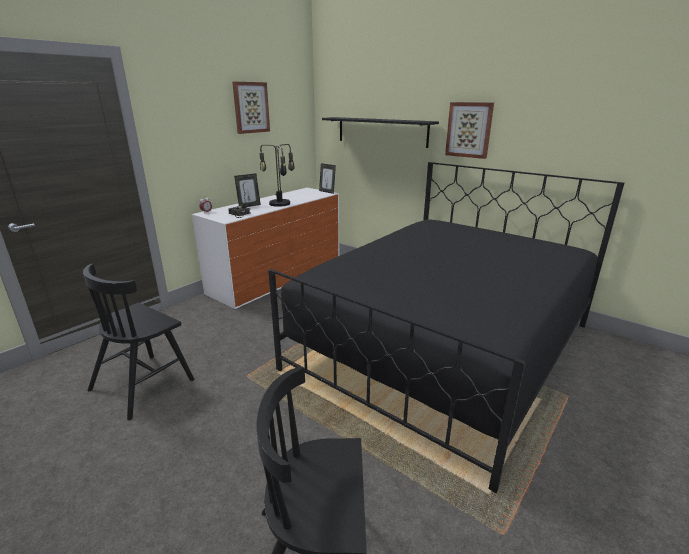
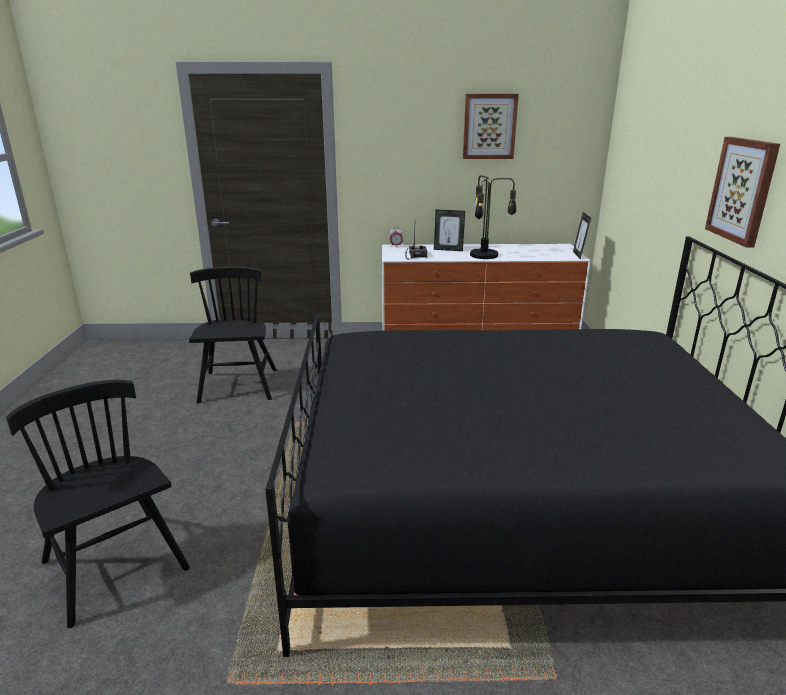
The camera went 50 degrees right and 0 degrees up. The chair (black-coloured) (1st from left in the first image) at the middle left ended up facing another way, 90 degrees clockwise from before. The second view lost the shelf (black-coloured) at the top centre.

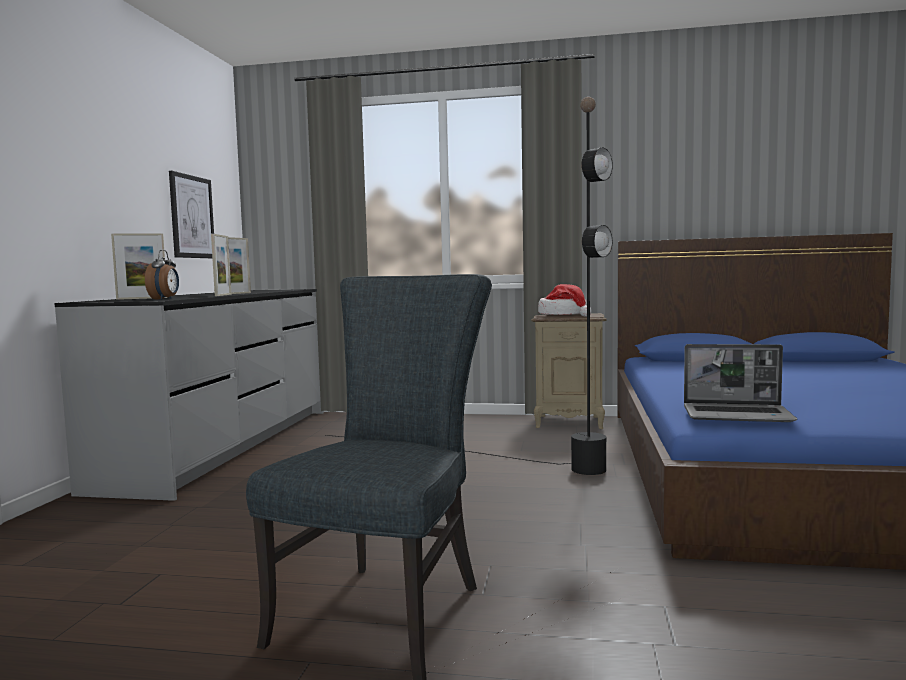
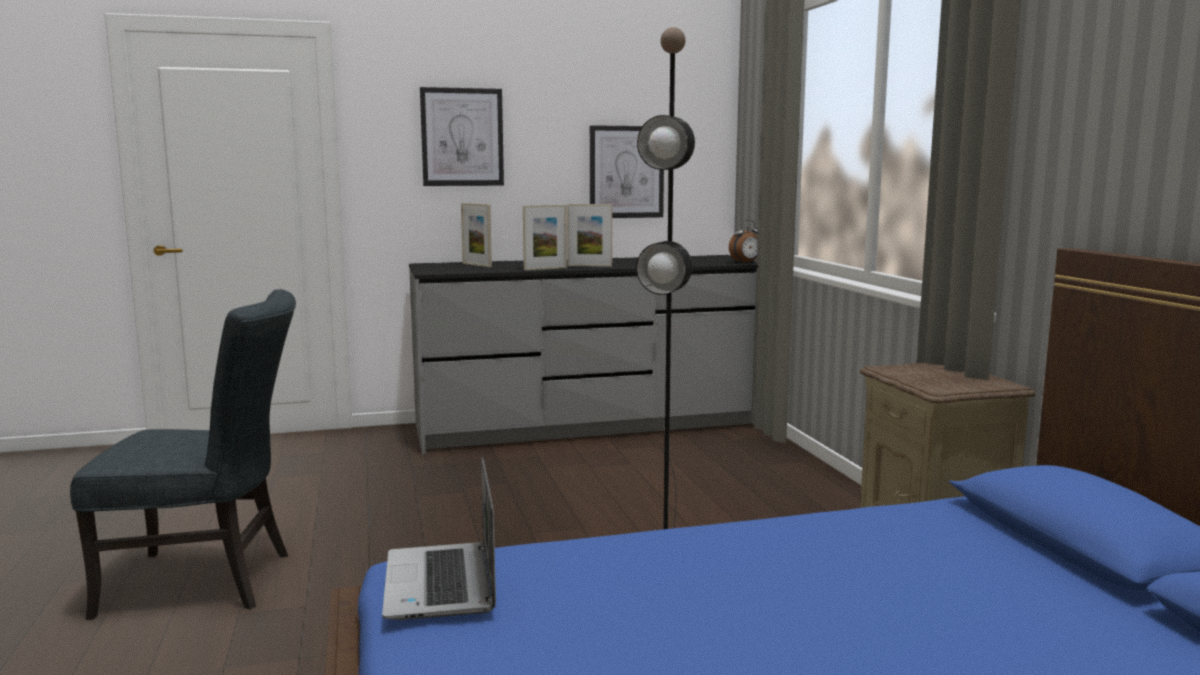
The camera went 65 degrees right and 5 degrees up. The second view gained the wall picture (1st from left) at the top centre. The table clock ended up elsewhere, having gone from the middle left to the centre. The second view lost the clothing hat at the centre.

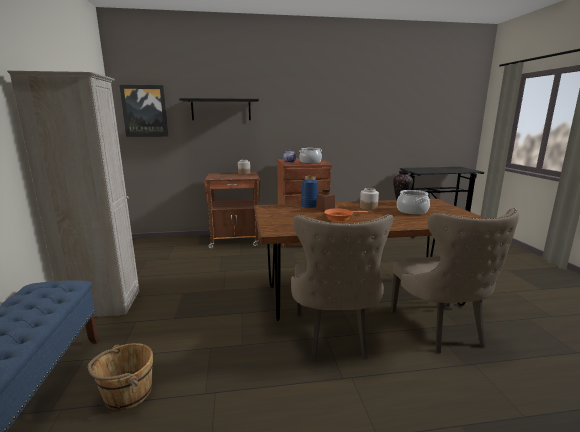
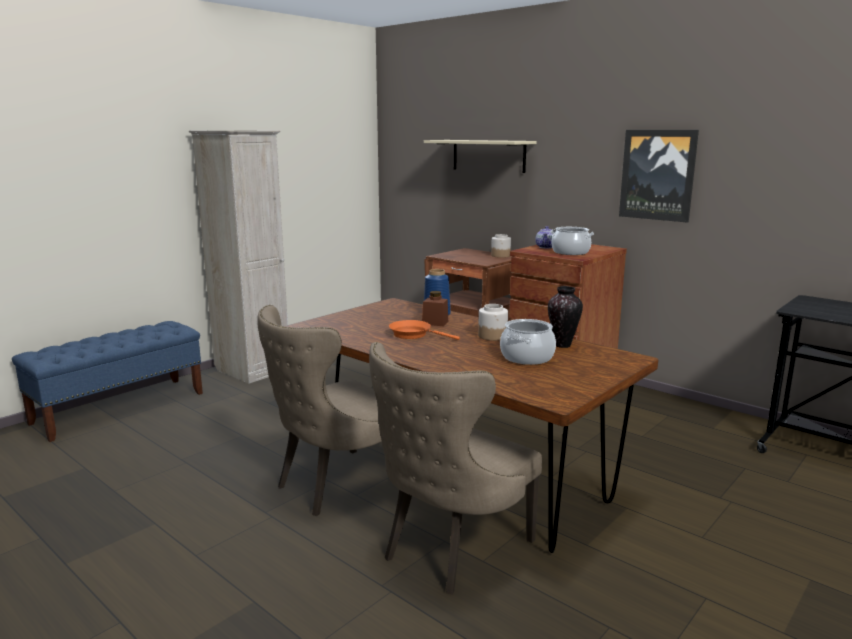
The camera went 50 degrees right and 0 degrees up. What was the shelf (black-coloured) at the top centre turned into the shelf (beige) at the top centre. The wall picture ended up elsewhere, having gone from the top left to the top right. The second view lost the pail (brown-coloured) at the bottom left.

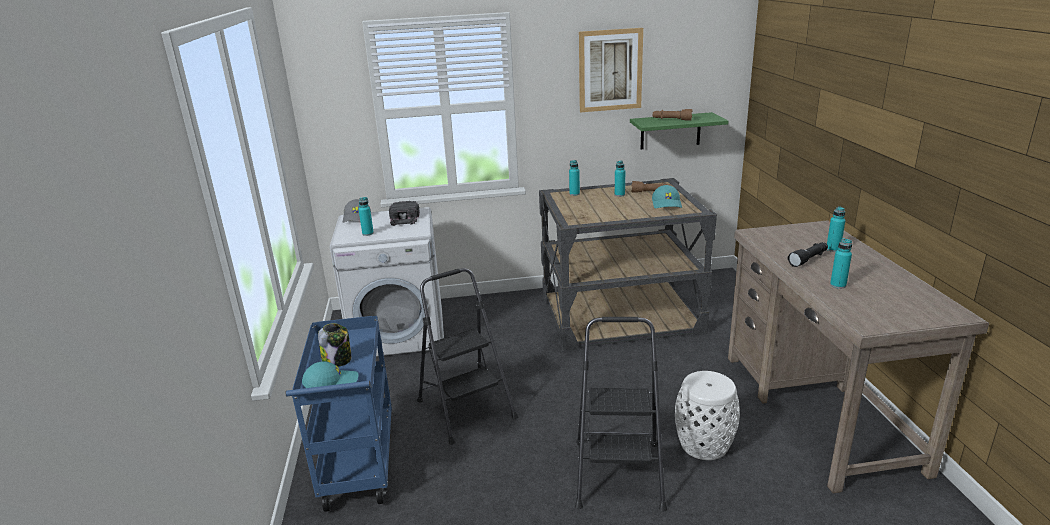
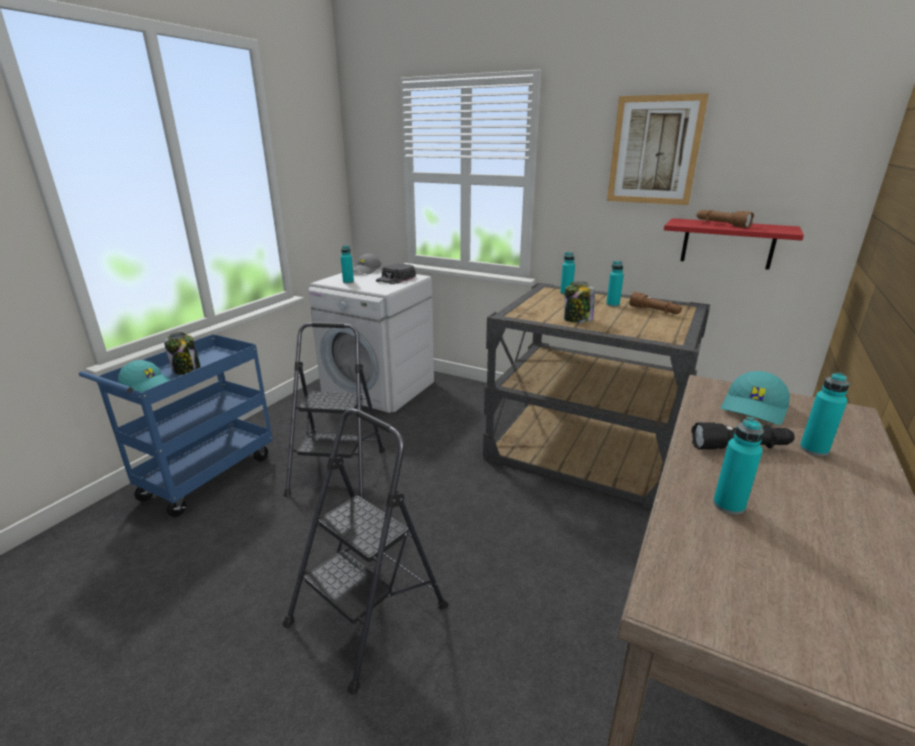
The camera went 35 degrees right and 0 degrees up. The second view gained the preserve jar (2nd from left) at the centre. What was the shelf (greenish) at the top centre turned into the shelf (red-coloured) at the top right. The peaked cap (turquoise-coloured) (2nd from left) ended up elsewhere, having gone from the centre to the middle right. The second view lost the sitting stool (white-coloured) at the bottom right.

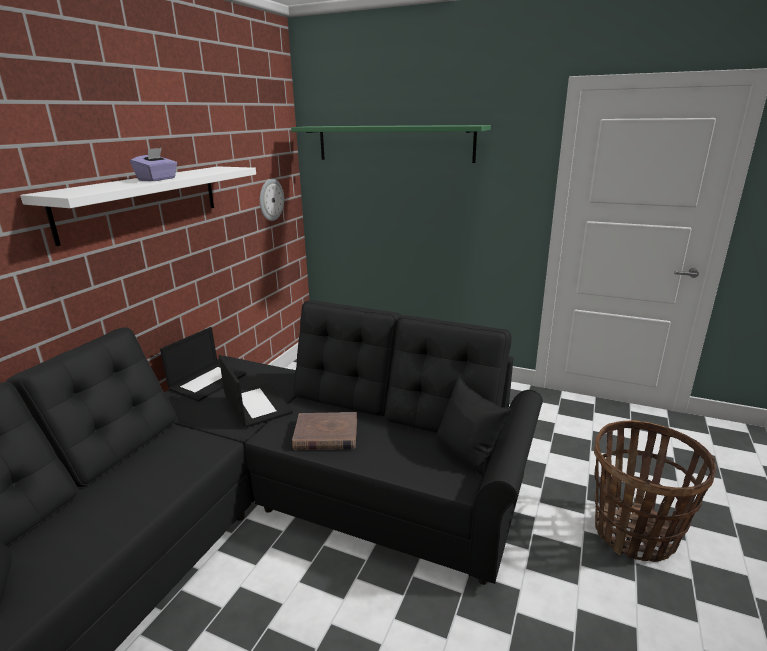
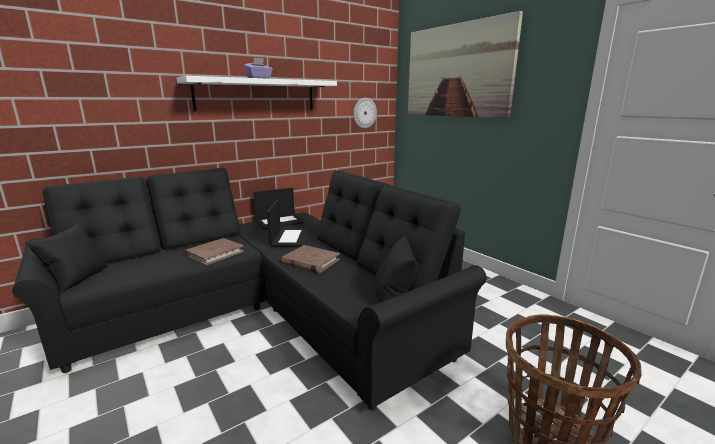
The camera went 30 degrees right and 5 degrees down. The second view gained the volume (brown-coloured) (1st from left) at the middle left. Where the shelf (greenish) hung at the top centre, the wall picture came to hang at the top centre.

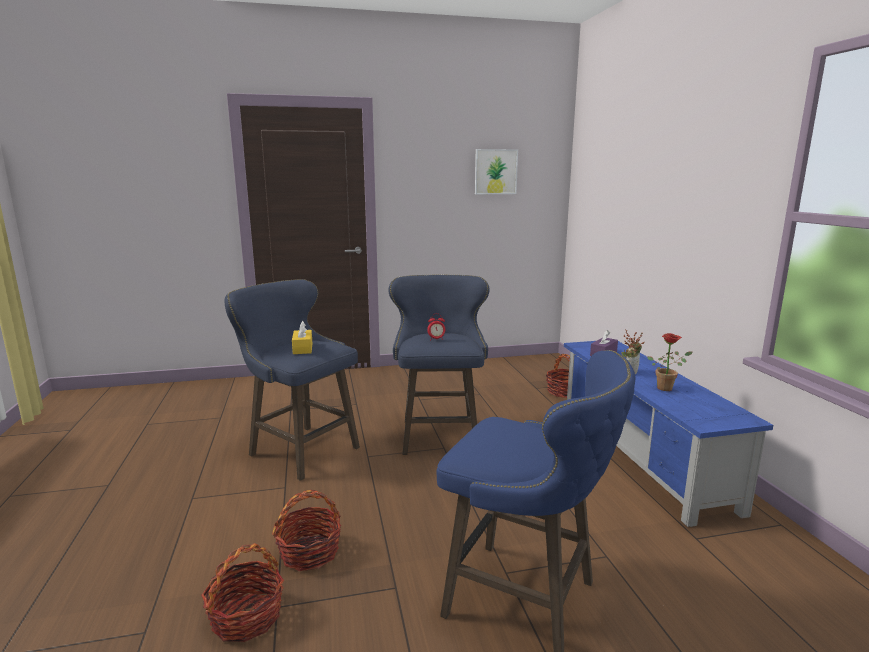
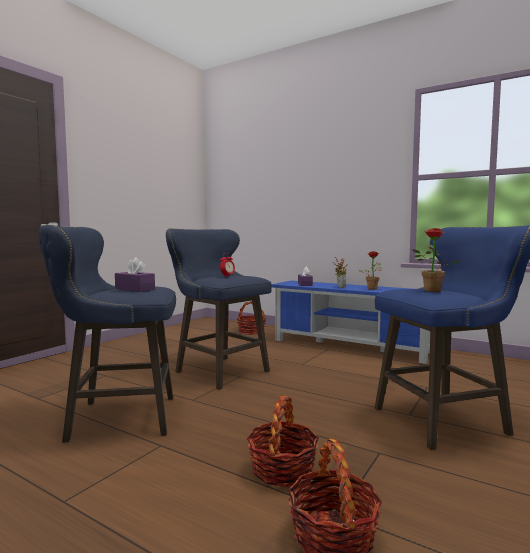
The camera went 45 degrees left and 10 degrees down. What was the tissue holder (yellow) at the centre turned into the tissue holder (purple-coloured) (1st from left) at the middle left. The second view gained the potted plant (3rd from left) at the middle right. The second view lost the wall picture at the top centre.

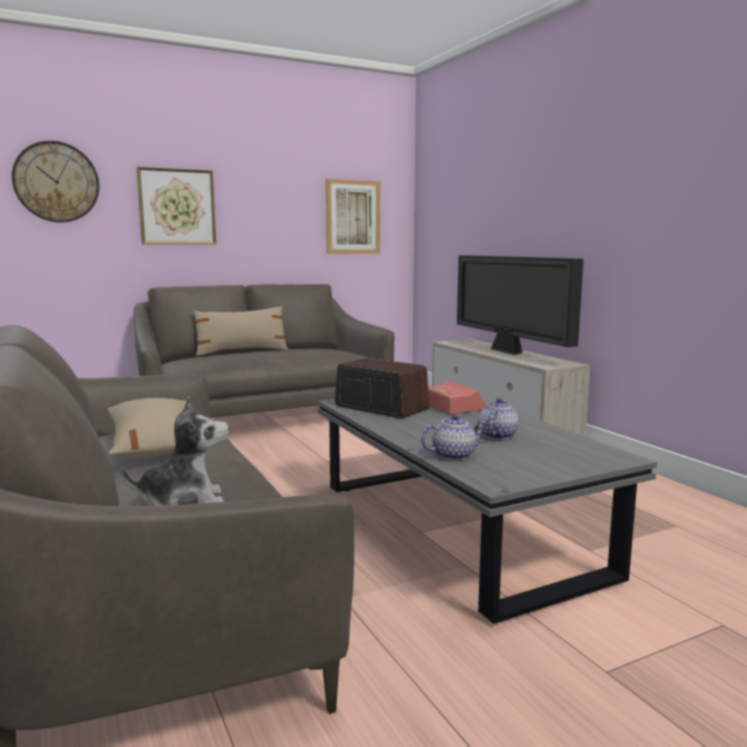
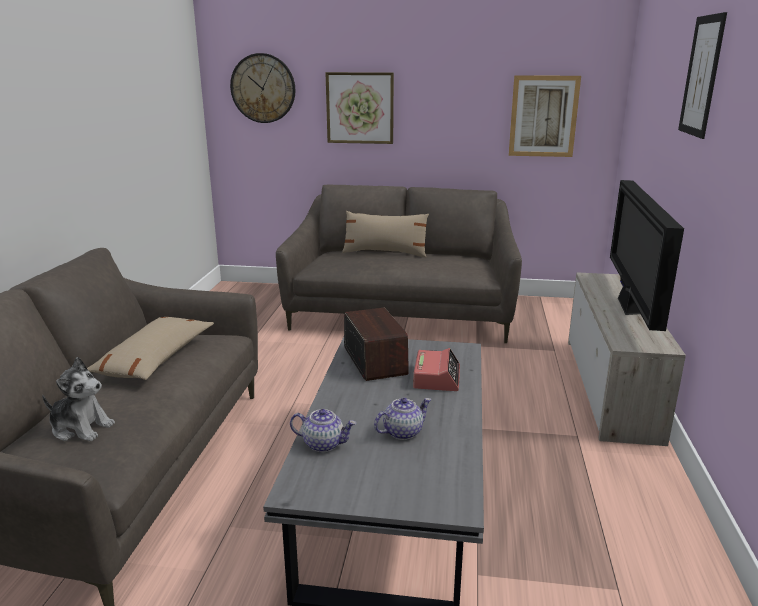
The camera went 35 degrees right and 10 degrees up. The second view gained the wall picture (3rd from left) at the top right.

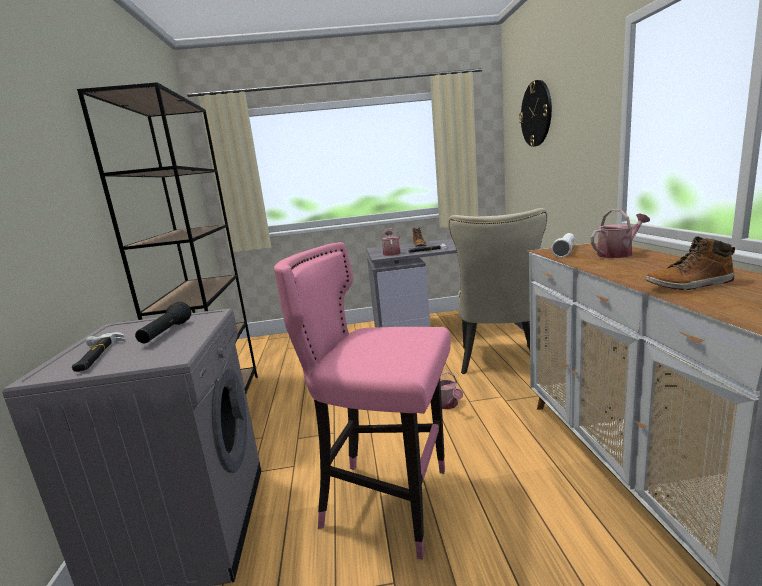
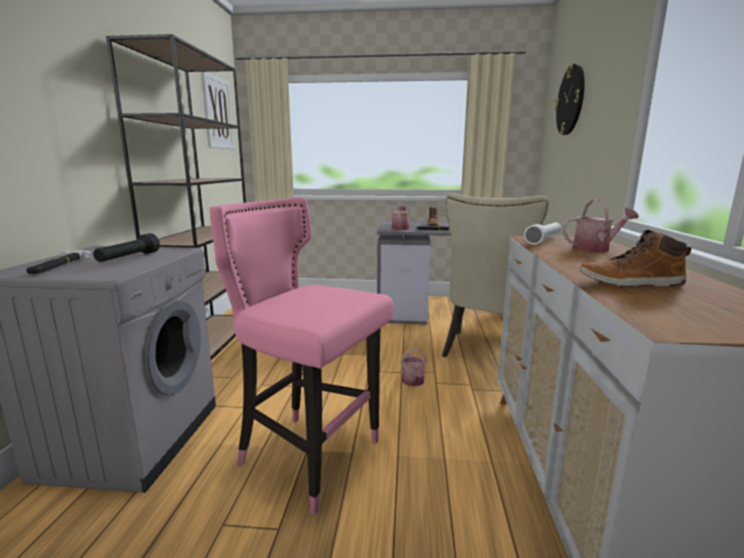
The camera went 10 degrees right and 0 degrees up. The second view gained the wall picture at the top left.

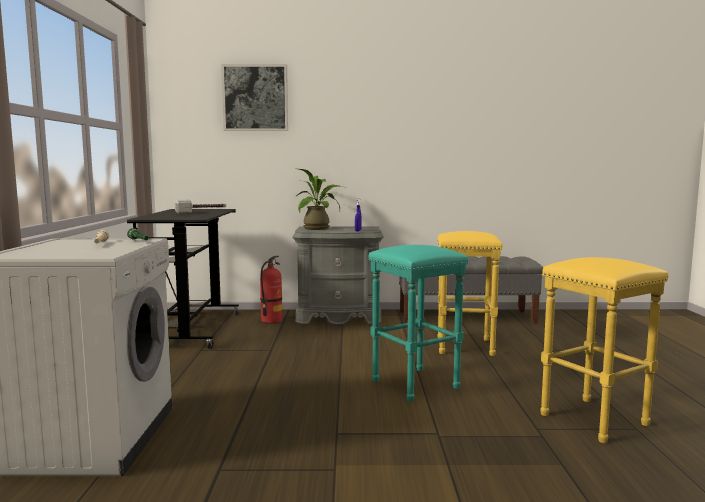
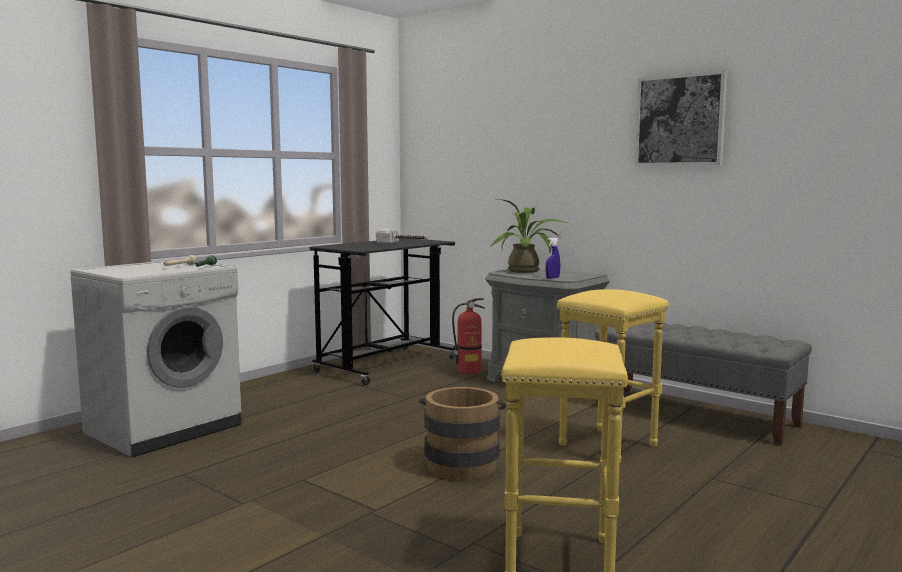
The camera went 40 degrees right and 0 degrees up. Where the sitting stool (turquoise-coloured) stood at the centre, the pail (brown-coloured) came to stand at the bottom centre. The wall picture ended up elsewhere, having gone from the top centre to the top right.

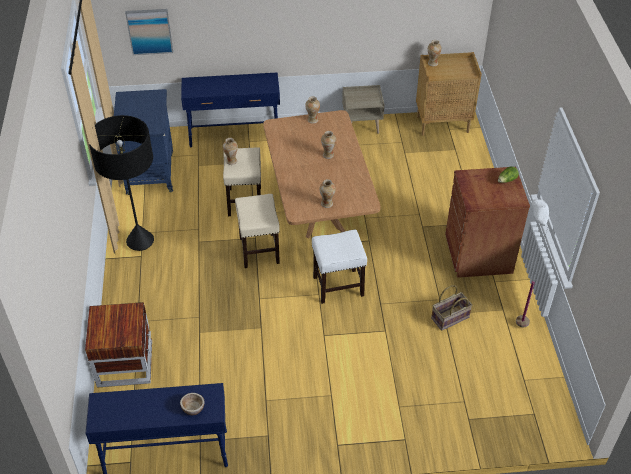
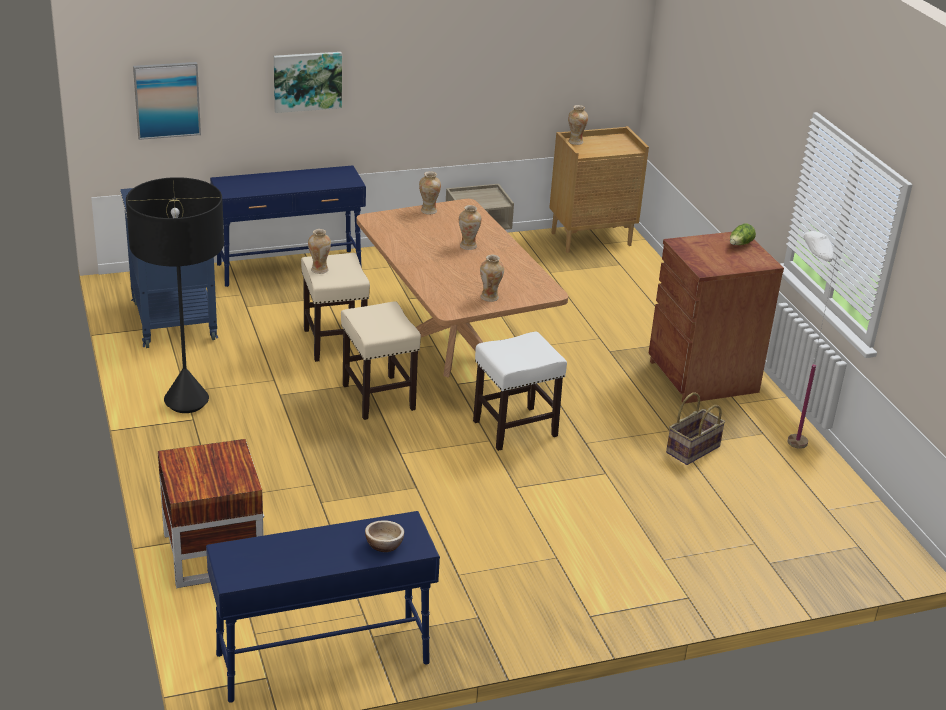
The camera went 15 degrees left and 15 degrees down. The second view gained the wall picture (2nd from left) at the top left.

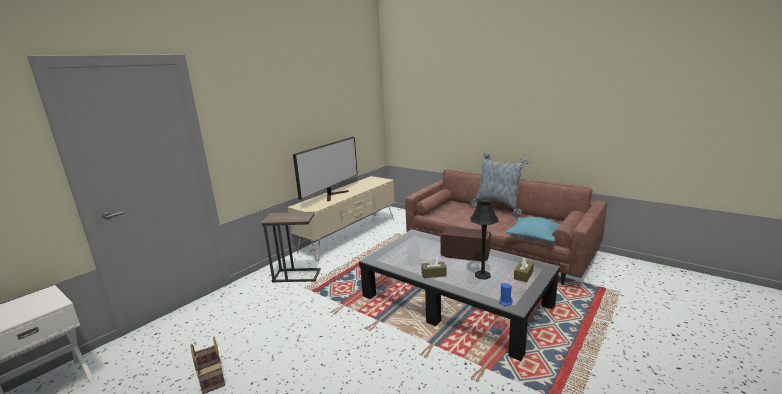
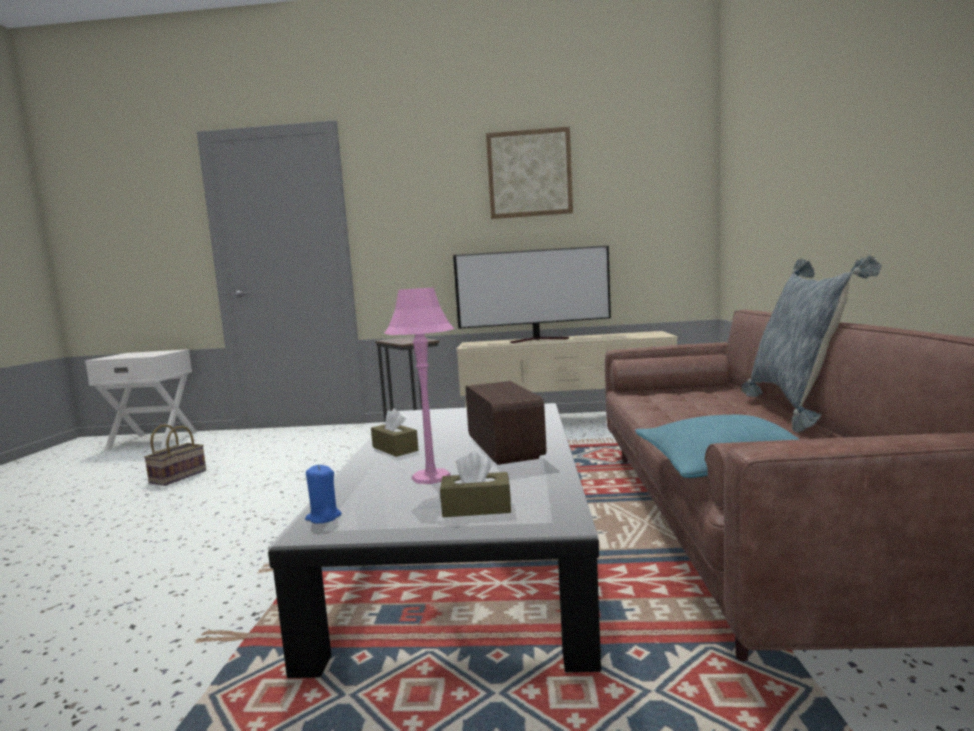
The camera went 55 degrees right and 10 degrees down. What was the lamp for a table (black-coloured) at the centre turned into the lamp for a table (pinkish) at the centre. The second view gained the wall picture at the top centre.

